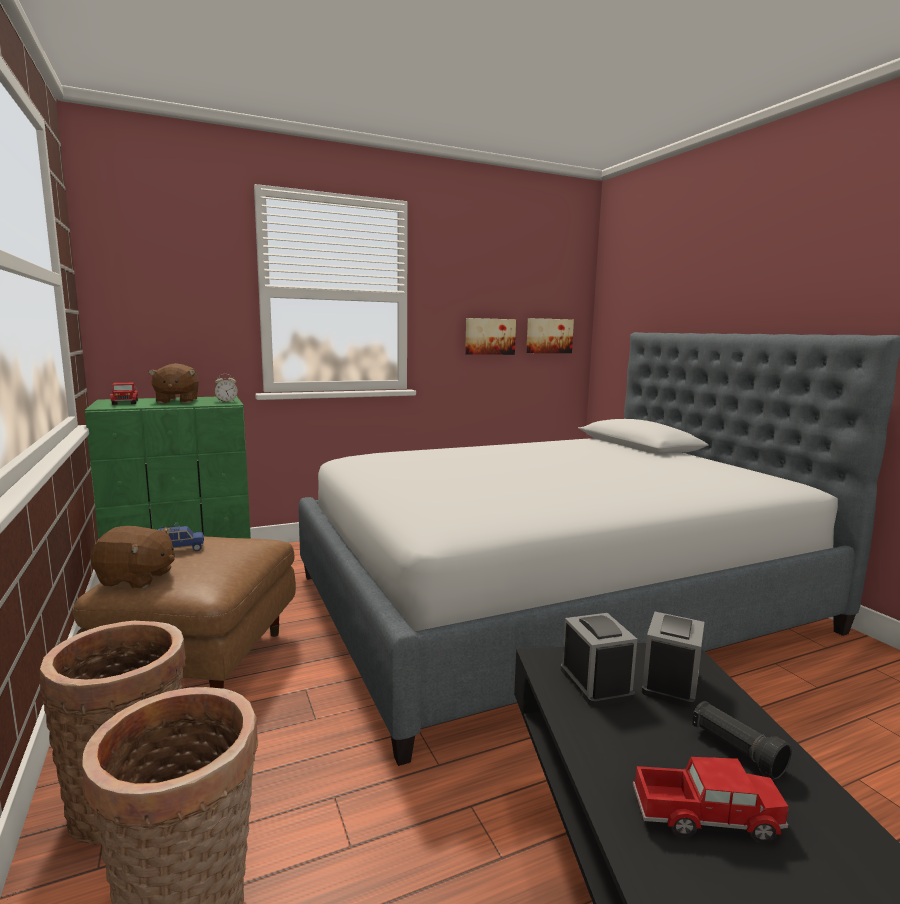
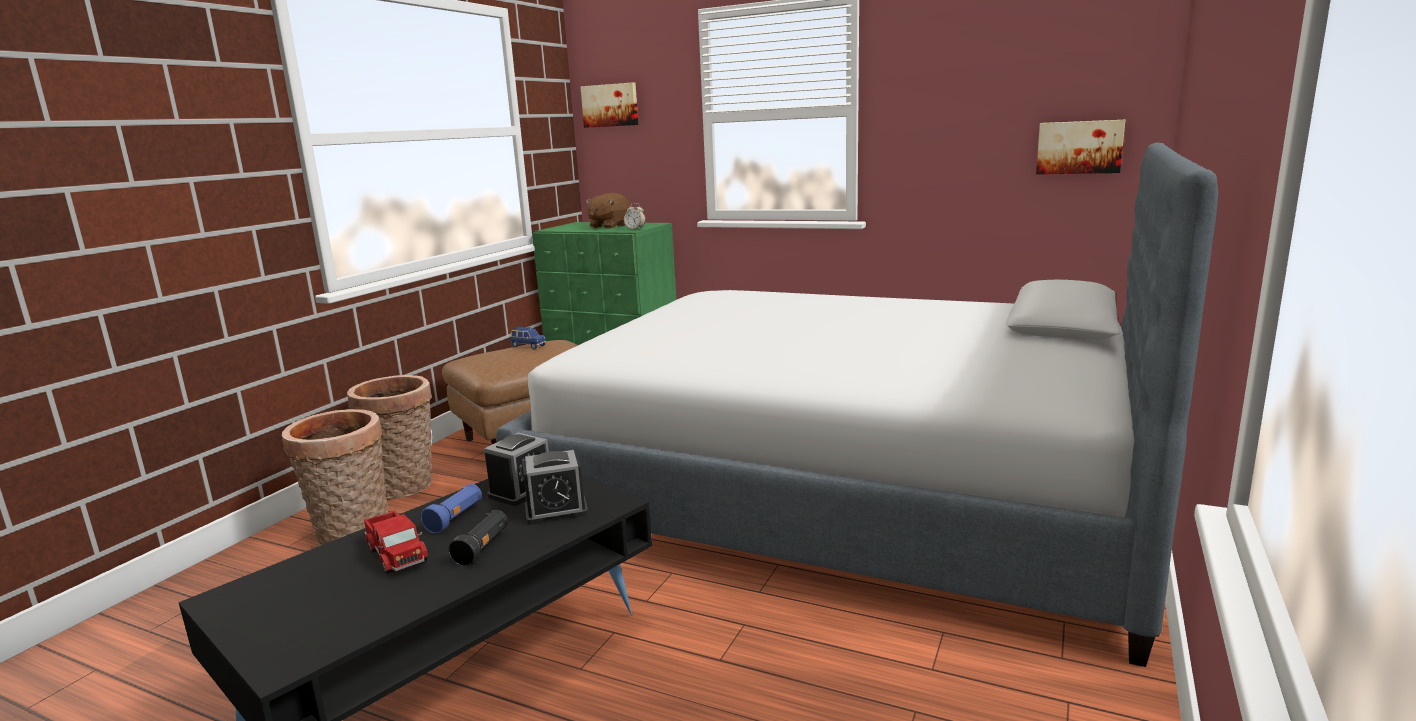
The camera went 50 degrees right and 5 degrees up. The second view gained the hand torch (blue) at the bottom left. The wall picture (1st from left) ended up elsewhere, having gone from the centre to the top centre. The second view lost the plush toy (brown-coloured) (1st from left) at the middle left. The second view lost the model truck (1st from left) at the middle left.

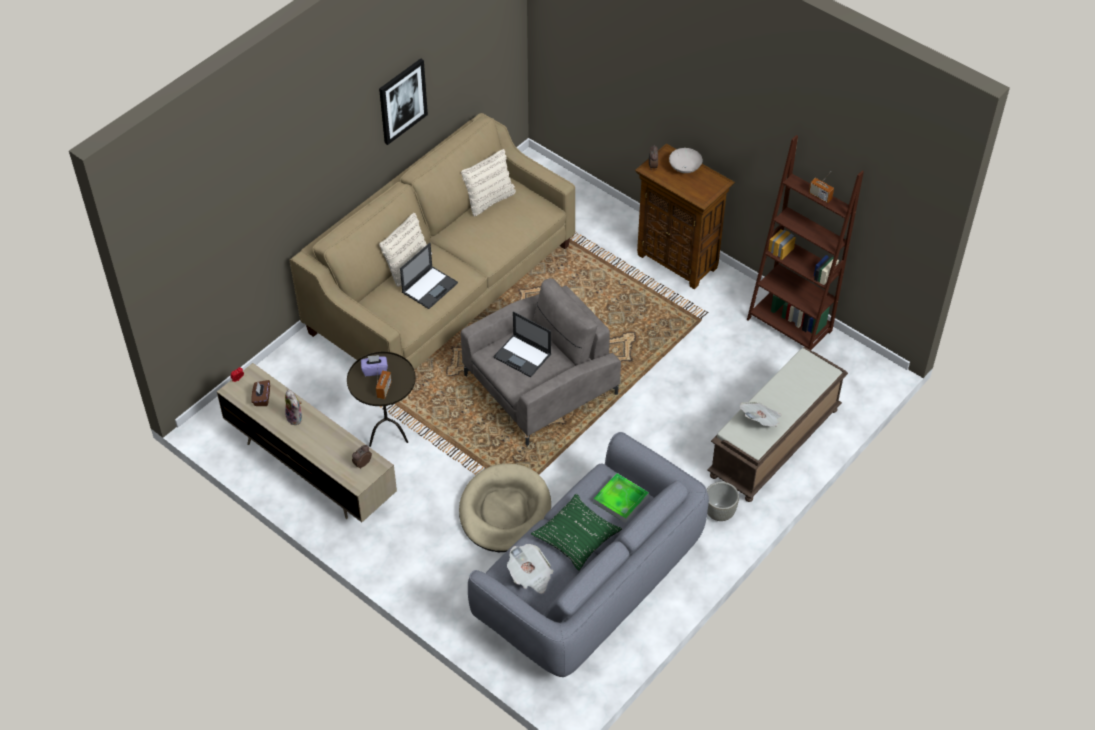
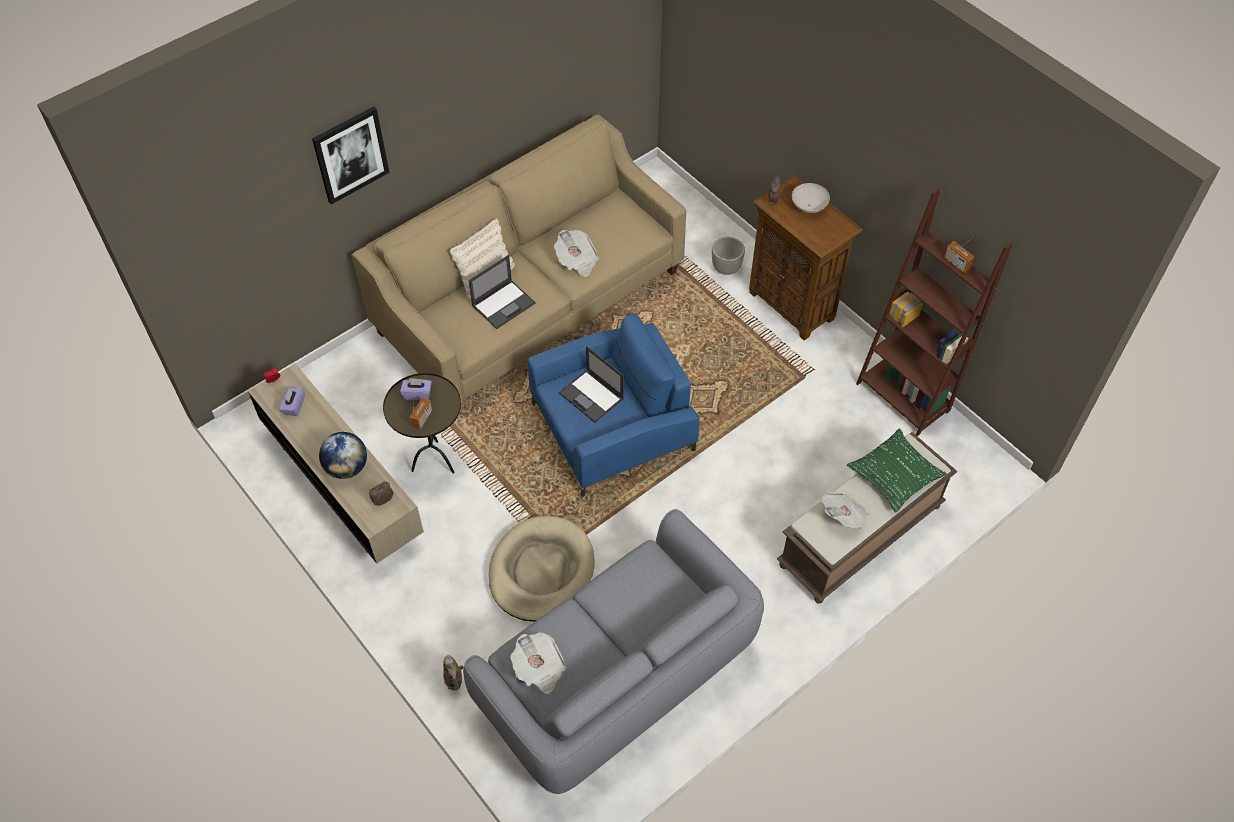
The camera went 10 degrees right and 5 degrees up. What was the tissue holder (brown-coloured) at the middle left turned into the tissue holder (purple-coloured) (1st from left) at the middle left. The wall picture ended up elsewhere, having gone from the top centre to the top left. The second view gained the world globe at the middle left. The plush toy ended up elsewhere, having gone from the middle left to the bottom centre. What was the easy chair (grey) at the centre turned into the easy chair (blue) at the centre. The second view gained the newspaper (2nd from left) at the top centre. The planter (grey) ended up elsewhere, having gone from the bottom centre to the top centre. The throw pillow (greenish) ended up elsewhere, having gone from the bottom centre to the middle right. The second view lost the throw pillow (beige) (2nd from left) at the top centre. The second view lost the serving tray at the bottom centre.

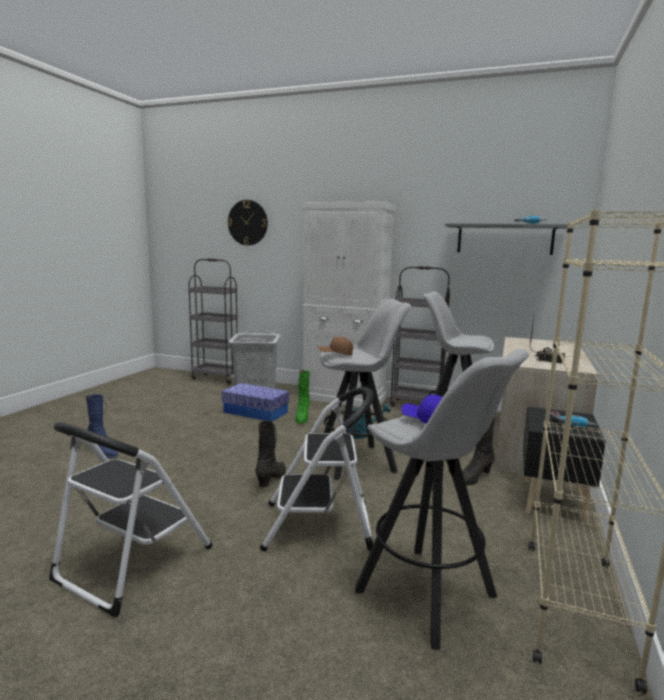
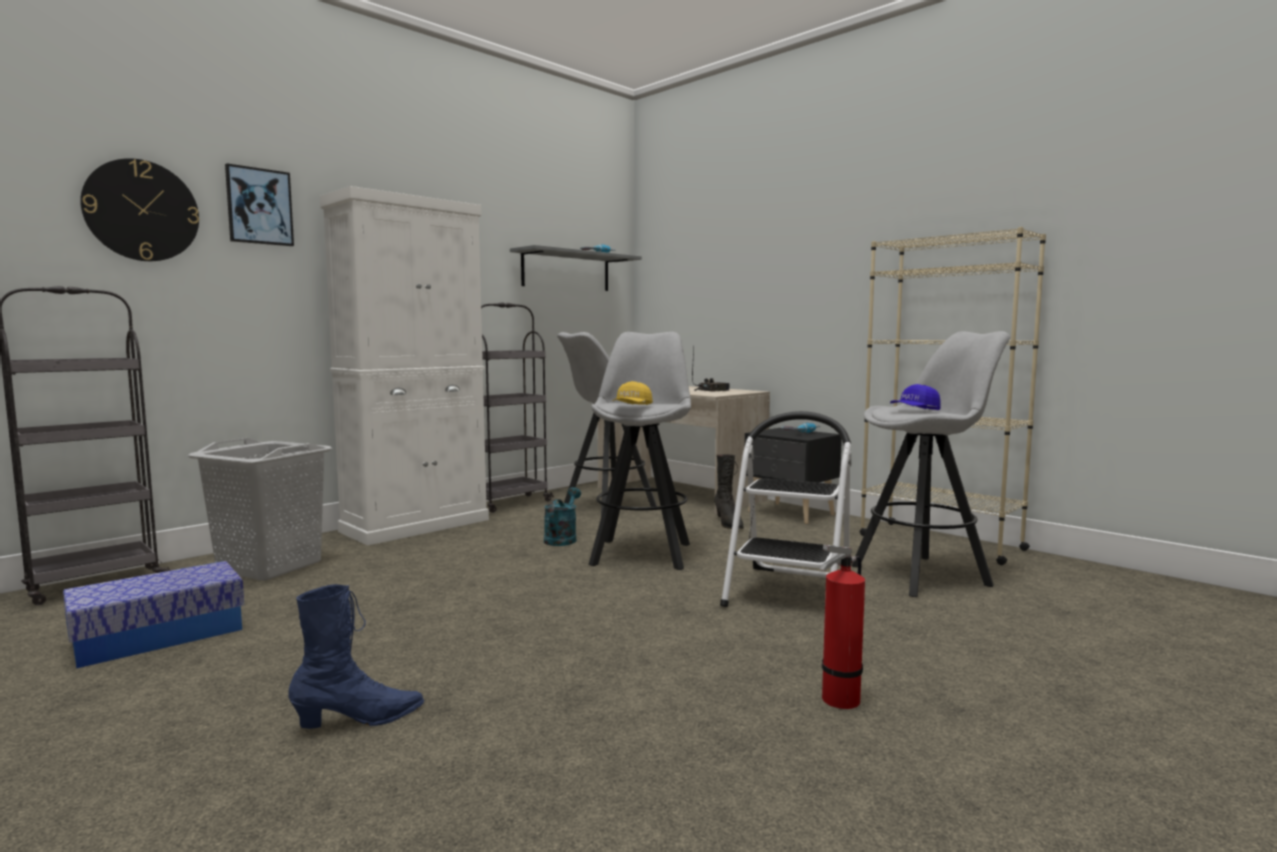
The camera went 65 degrees left and 5 degrees down. The storage bin ended up elsewhere, having gone from the centre to the bottom left. The second view gained the wall picture at the top left. What was the peaked cap (brown-coloured) at the centre turned into the peaked cap (yellow) at the centre. Where the step stool (1st from left) stood at the bottom left, the extinguisher came to stand at the bottom centre. The second view lost the boot (black-coloured) (1st from left) at the centre. The second view lost the boot (greenish) at the centre.

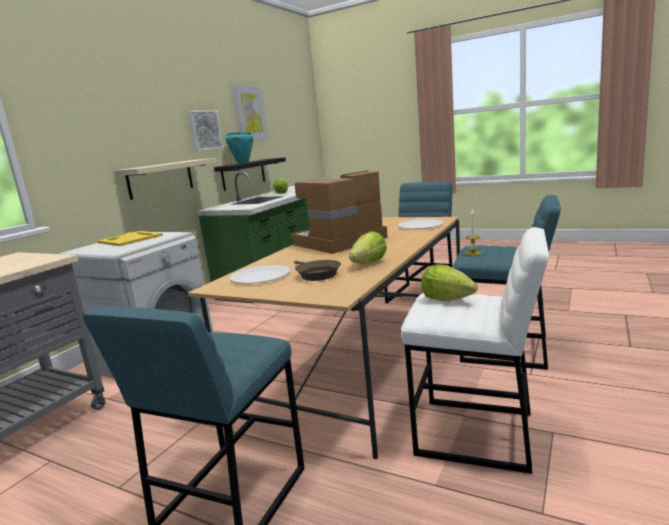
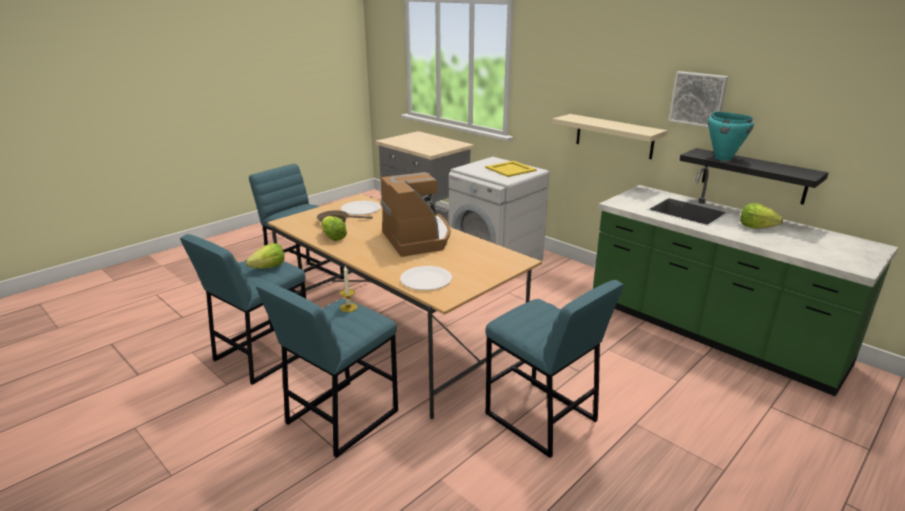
The camera went 105 degrees right and 10 degrees up. What was the sitting stool (white-coloured) at the bottom right turned into the sitting stool (blue) (1st from left) at the middle left. The second view lost the wall picture (2nd from left) at the top centre.

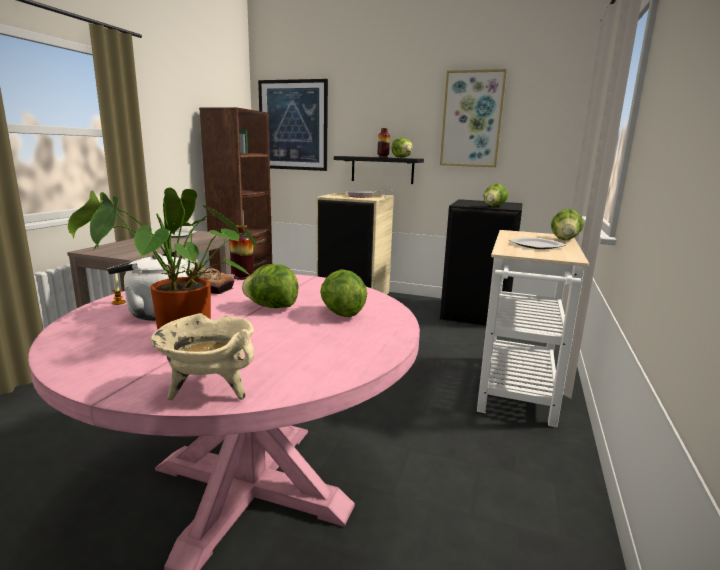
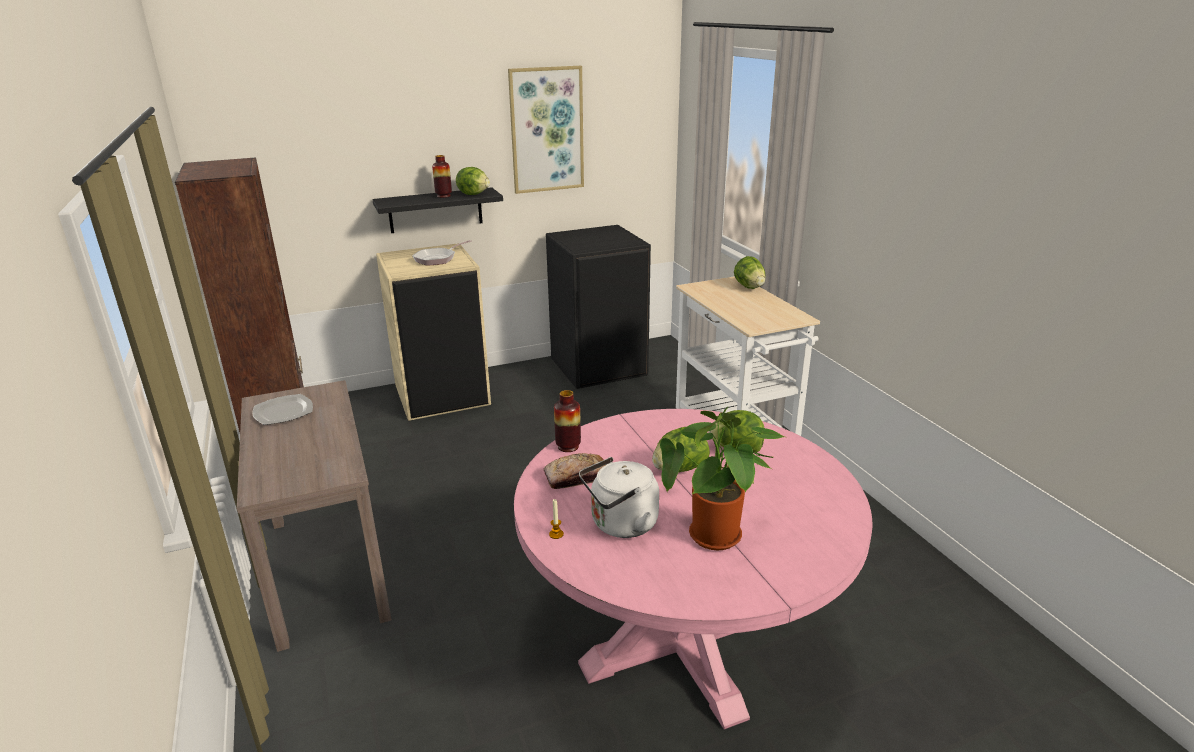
The camera went 40 degrees left and 10 degrees up. The second view lost the cooking pot (beige) at the middle left. The second view lost the wall picture (1st from left) at the top centre. The second view lost the lettuce head (4th from left) at the middle right. The second view lost the flat dish (2nd from left) at the middle right.

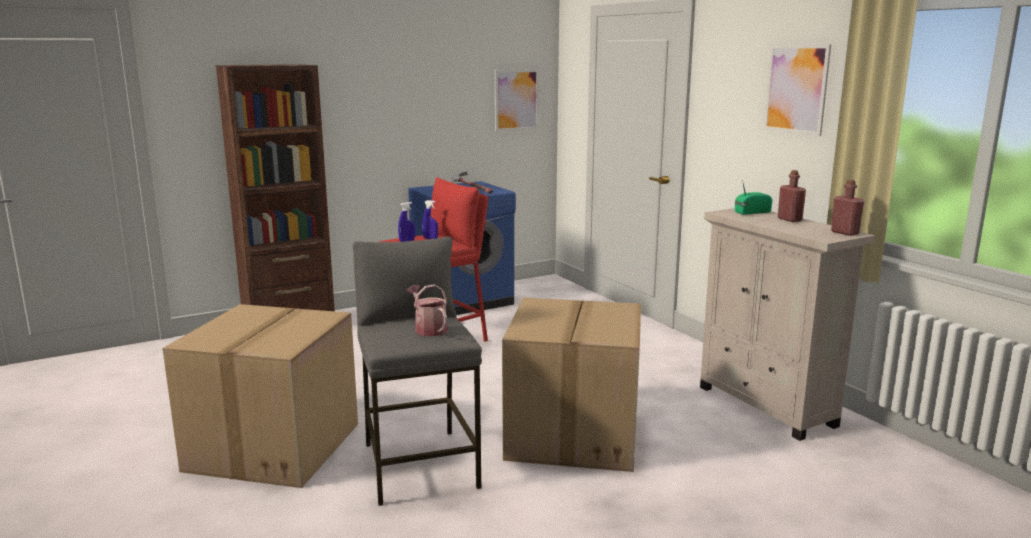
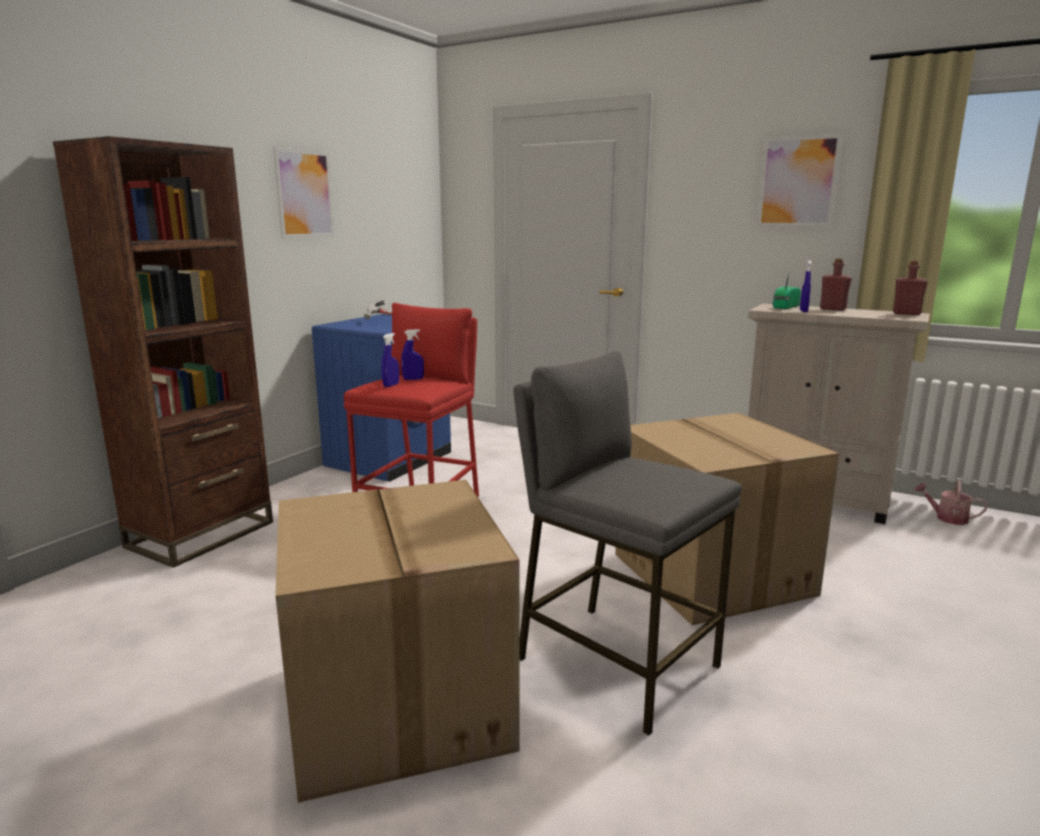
The camera went 30 degrees left and 0 degrees up. The wall picture (1st from left) ended up elsewhere, having gone from the top centre to the top left. The second view gained the sprayer (blue) (3rd from left) at the middle right. The watering can ended up elsewhere, having gone from the centre to the middle right.

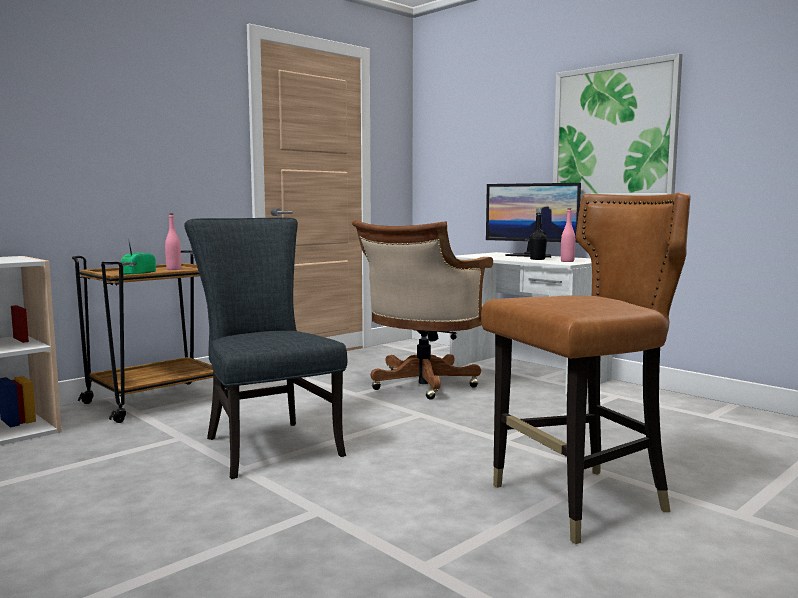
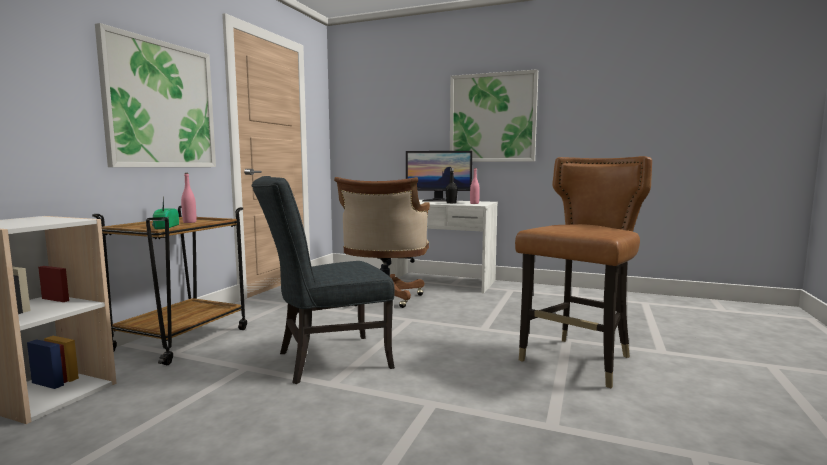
The camera went 25 degrees left and 0 degrees up. The second view gained the wall picture (1st from left) at the top left. The chair (grey) at the middle left ended up facing another way, 60 degrees counterclockwise from before.

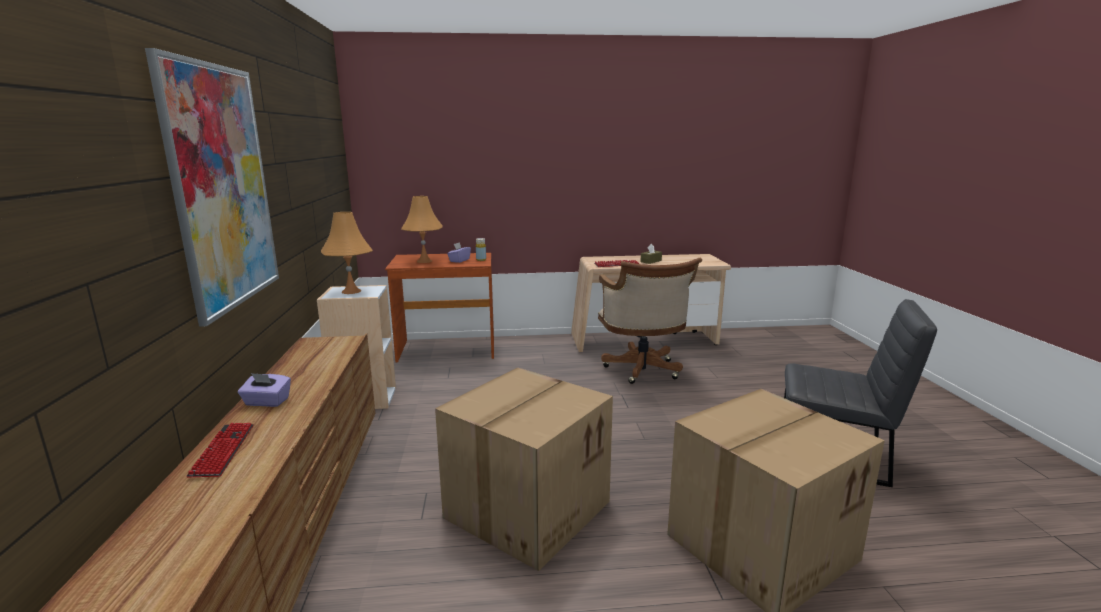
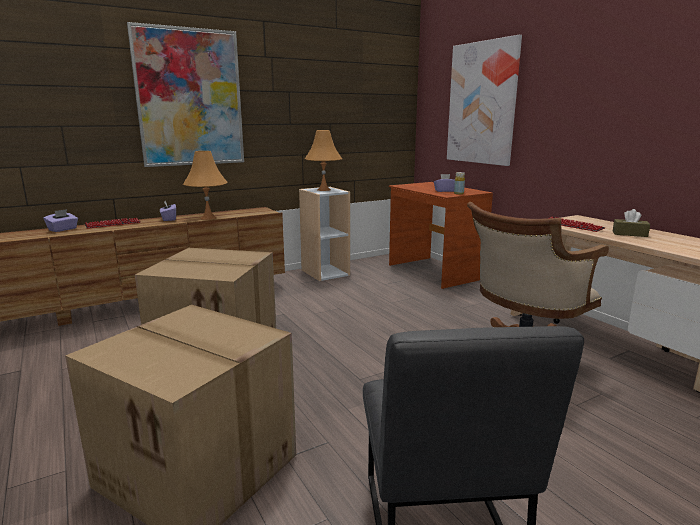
The camera went 65 degrees right and 0 degrees up. The second view gained the tissue holder (purple-coloured) (1st from left) at the middle left. The lamp for a table (orange) (2nd from left in the first image) ended up elsewhere, having gone from the centre to the middle left. The second view gained the wall picture (2nd from left) at the top right.

